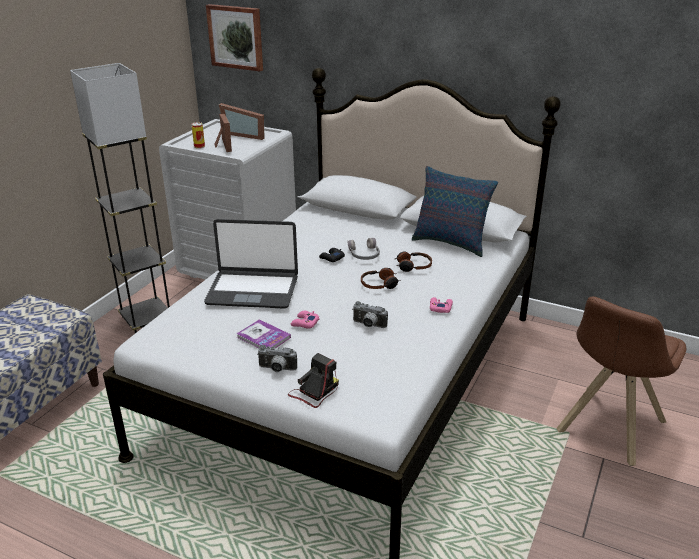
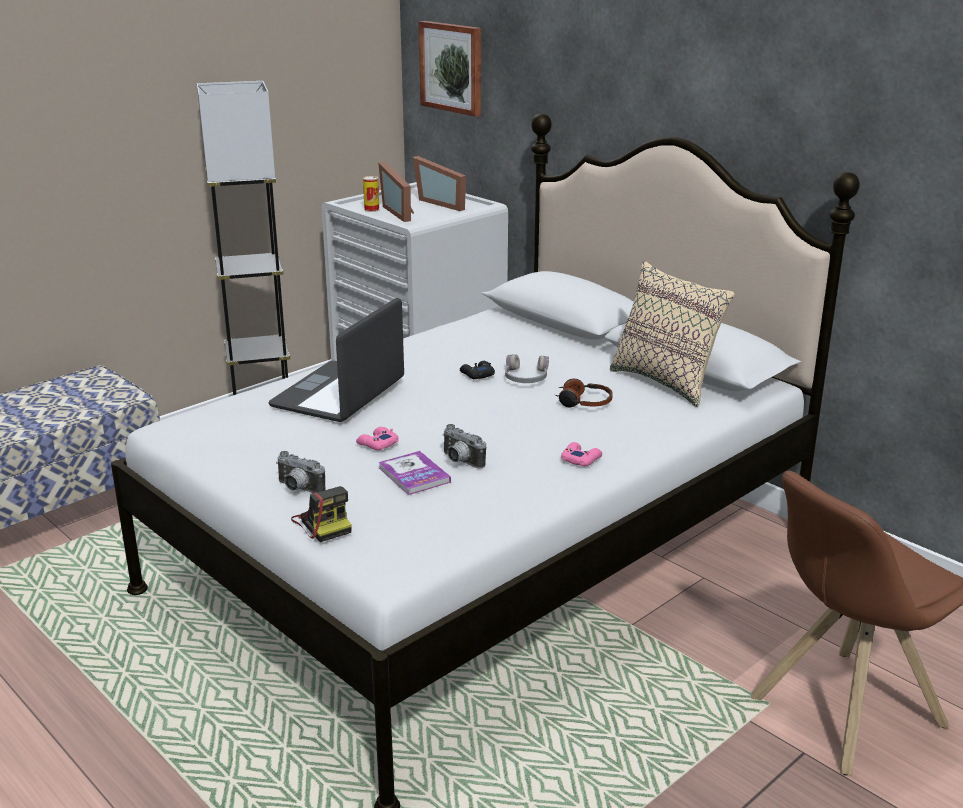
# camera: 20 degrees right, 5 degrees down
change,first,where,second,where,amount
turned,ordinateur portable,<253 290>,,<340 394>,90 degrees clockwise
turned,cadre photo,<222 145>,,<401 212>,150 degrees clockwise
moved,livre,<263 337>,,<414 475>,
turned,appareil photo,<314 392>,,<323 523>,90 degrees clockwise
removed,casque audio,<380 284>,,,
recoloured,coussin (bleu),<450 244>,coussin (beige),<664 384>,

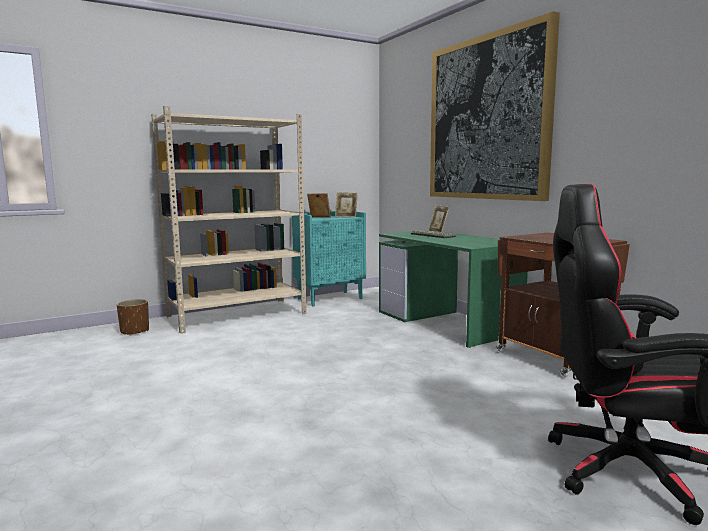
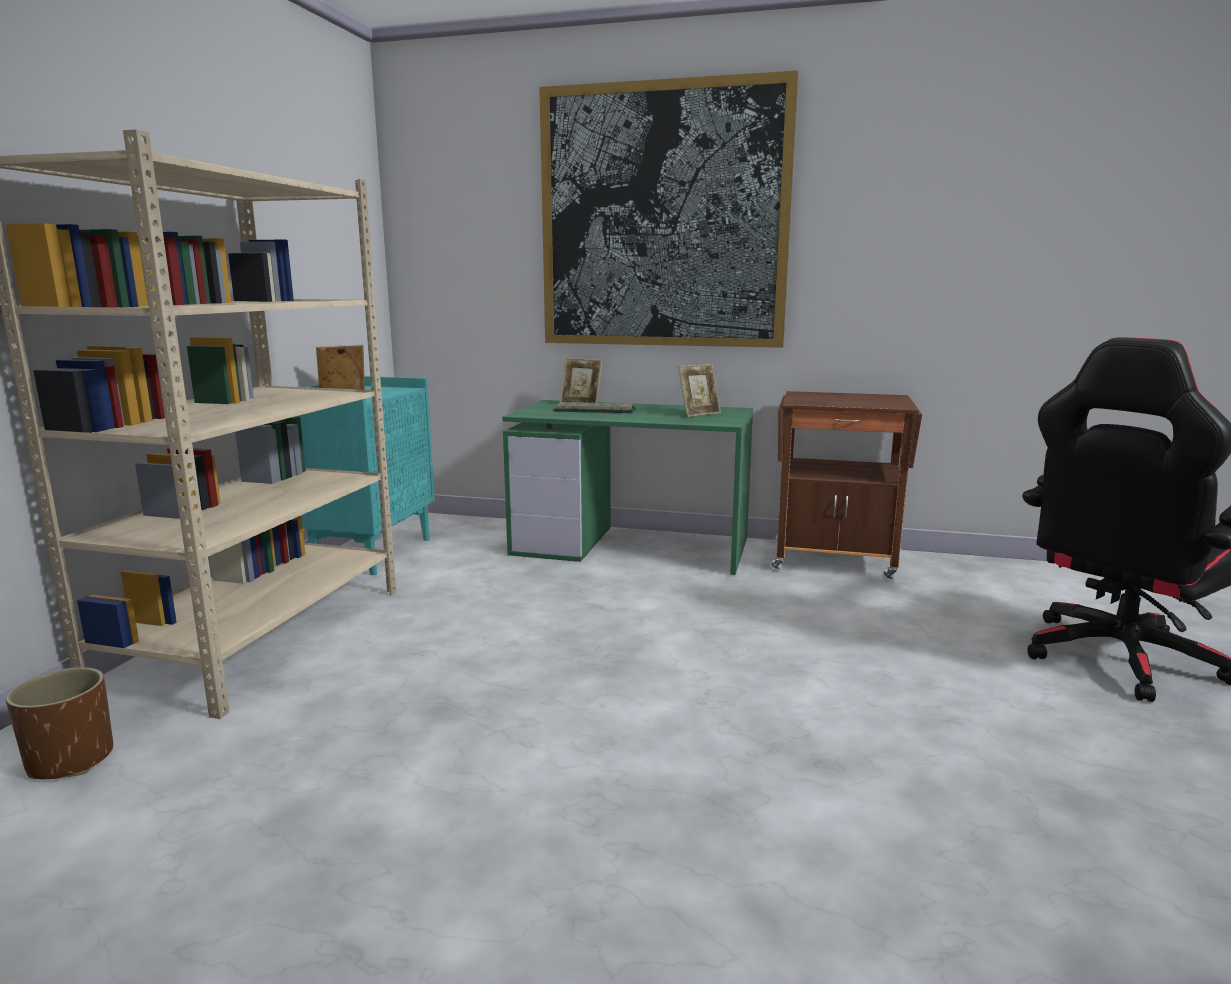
# camera: 45 degrees left, 5 degrees up
change,first,where,second,where,amount
moved,cadre photo,<346 217>,,<699 414>,

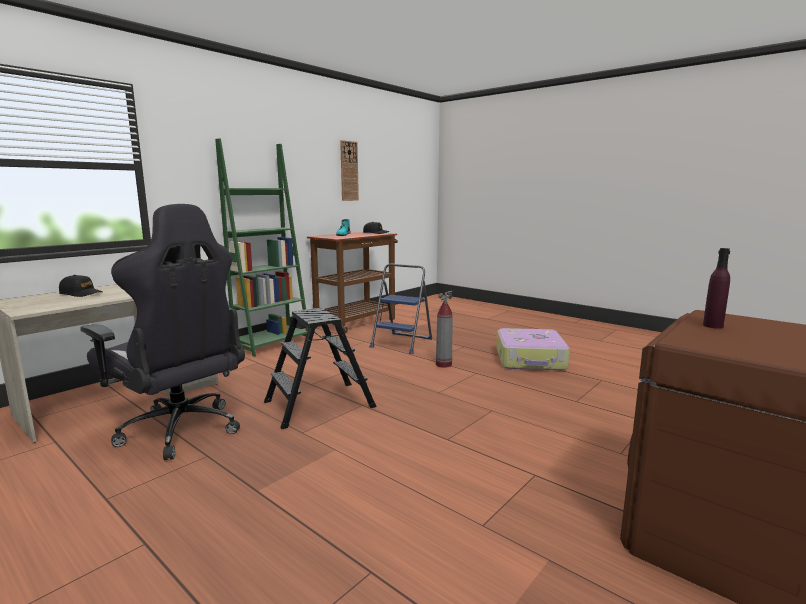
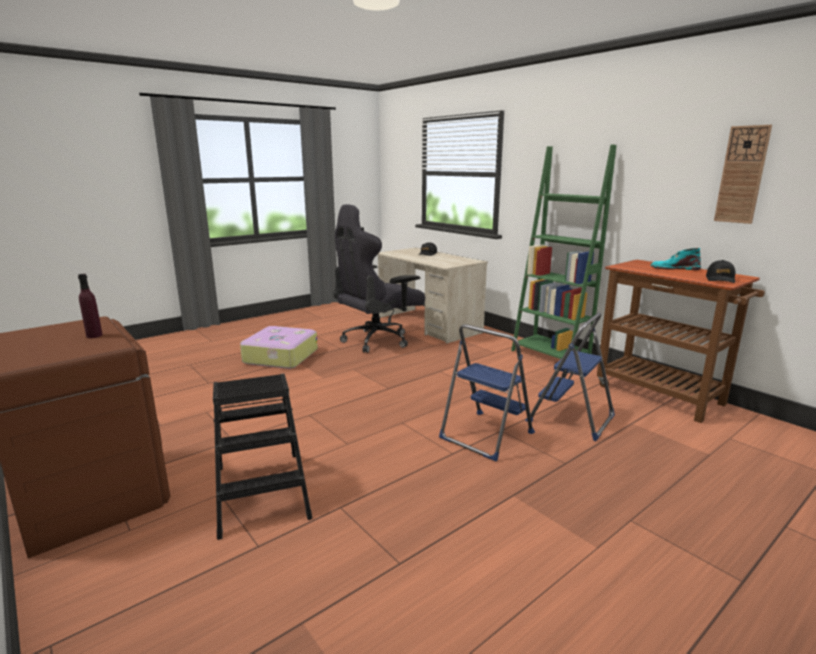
# camera: 100 degrees right, 5 degrees up
change,first,where,second,where,amount
moved,escabeau (noir),<319 404>,,<261 491>,
replaced,extincteur,<443 364>,escabeau (bleu),<484 436>,
moved,valise,<530 360>,,<280 356>,

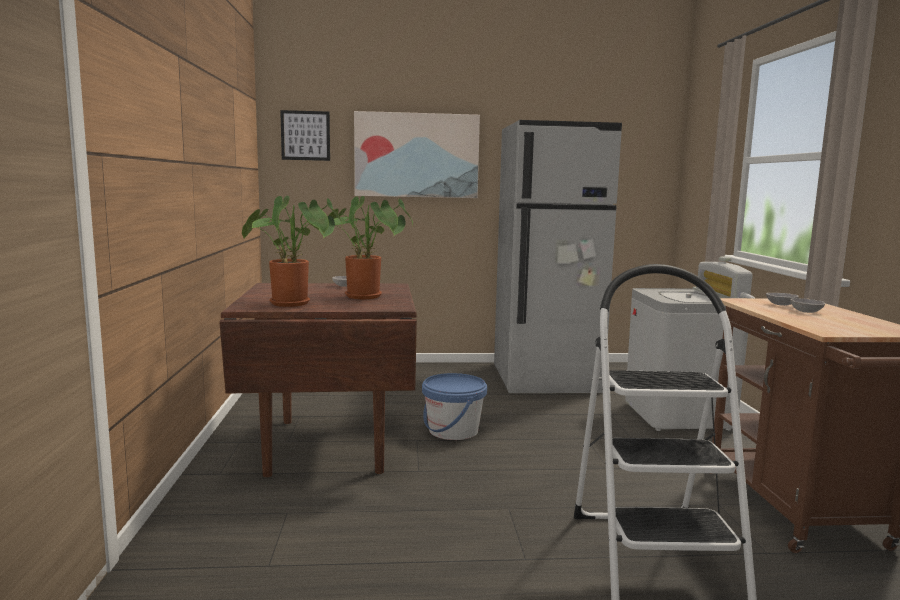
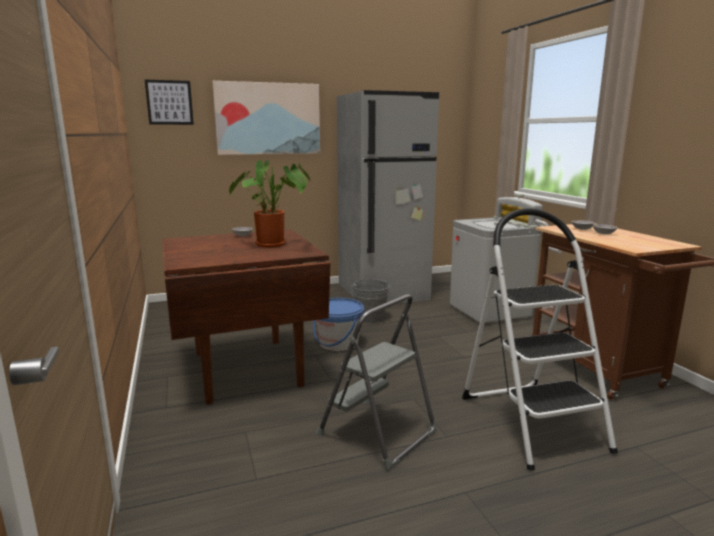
# camera: 15 degrees left, 5 degrees up
change,first,where,second,where,amount
removed,plante en pot,<295 303>,,,
added,,,escabeau (gris),<379 434>,
added,,,seau (gris),<370 317>,

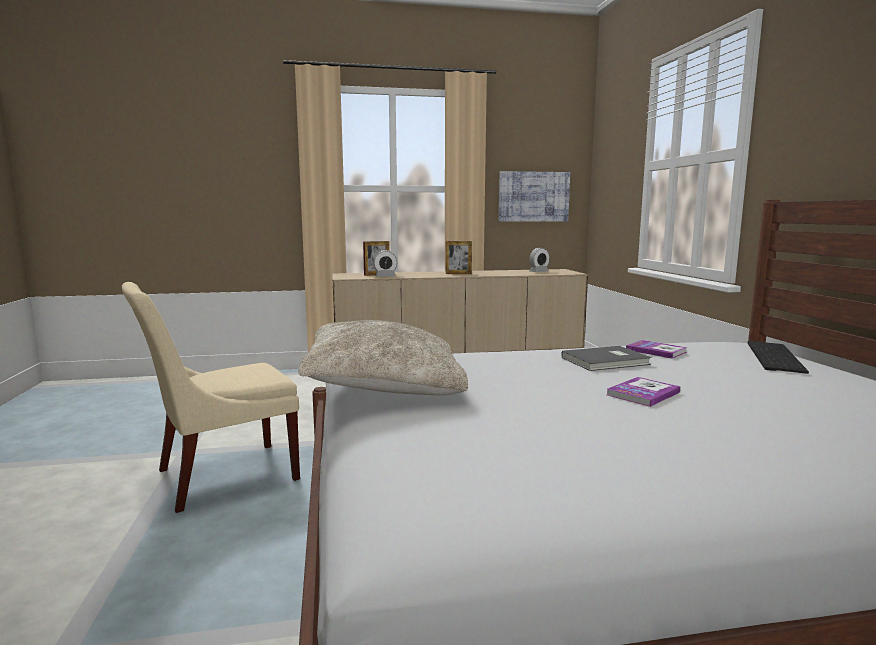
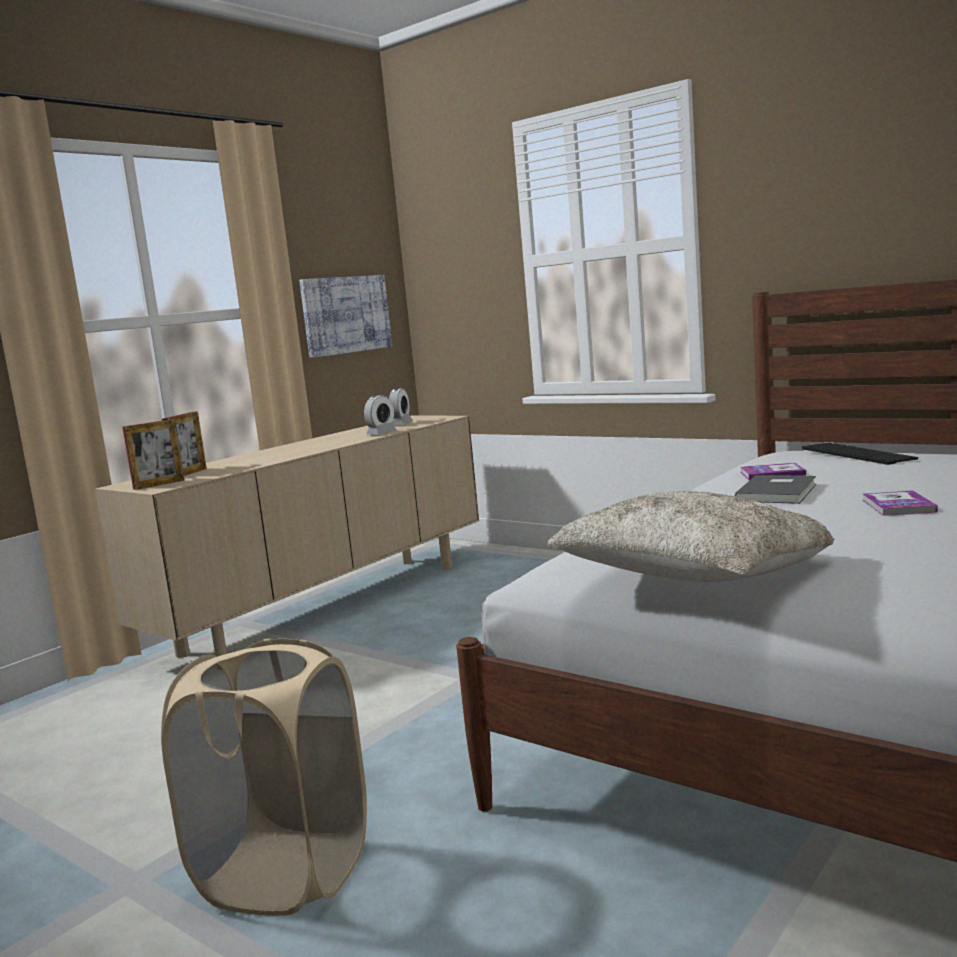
# camera: 40 degrees left, 0 degrees up
change,first,where,second,where,amount
replaced,chaise (beige),<220 476>,panier à linge (beige),<284 873>,
moved,réveil,<385 276>,,<381 433>,
moved,cadre photo,<458 274>,,<159 484>,

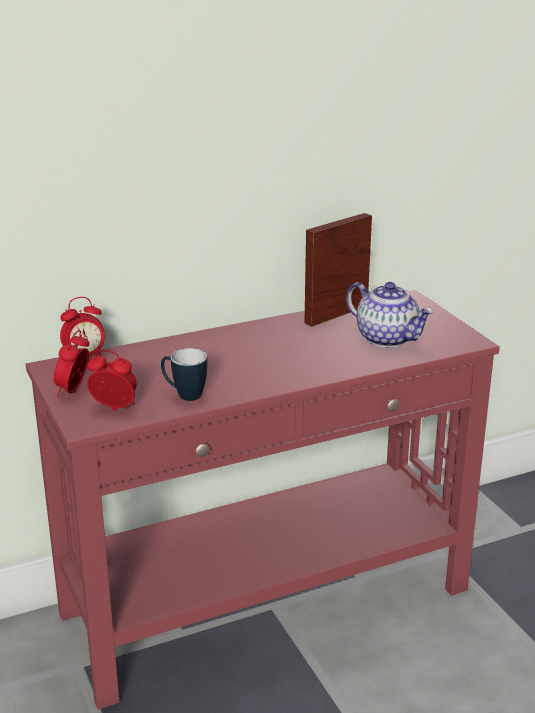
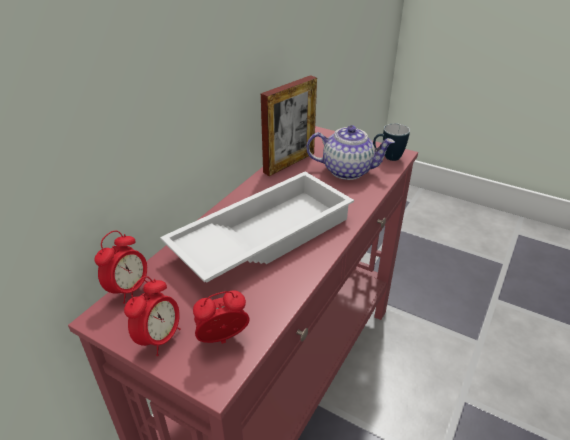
# camera: 35 degrees left, 10 degrees up
change,first,where,second,where,amount
turned,réveil,<74 391>,,<159 338>,135 degrees counterclockwise
moved,mug,<184 395>,,<387 158>,
turned,cadre photo,<336 314>,,<289 162>,150 degrees counterclockwise
added,,,plateau (blanc),<262 235>,

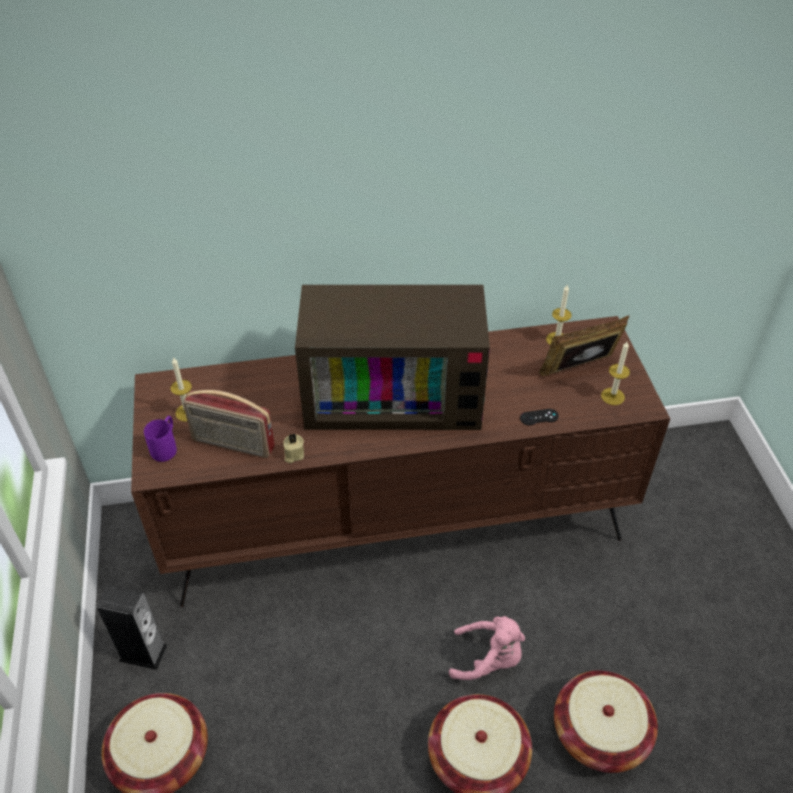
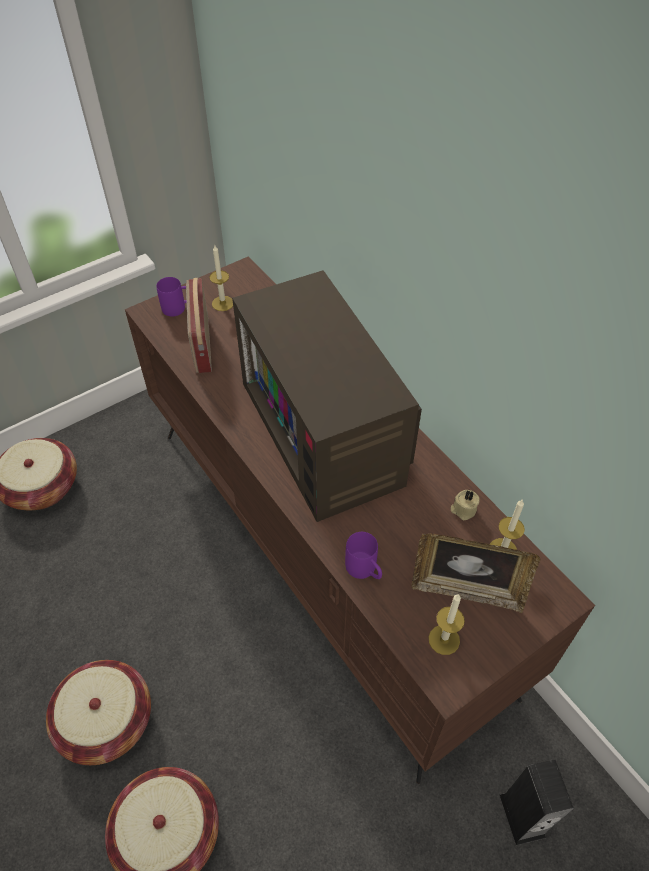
# camera: 65 degrees right, 5 degrees up
change,first,where,second,where,amount
moved,enceinte,<143 652>,,<522 815>,
moved,bougie (beige),<293 454>,,<463 510>,
removed,peluche (rose),<488 659>,,,
replaced,manette (noir),<539 417>,mug (violet),<365 571>,
turned,cadre photo,<579 370>,,<467 590>,150 degrees clockwise

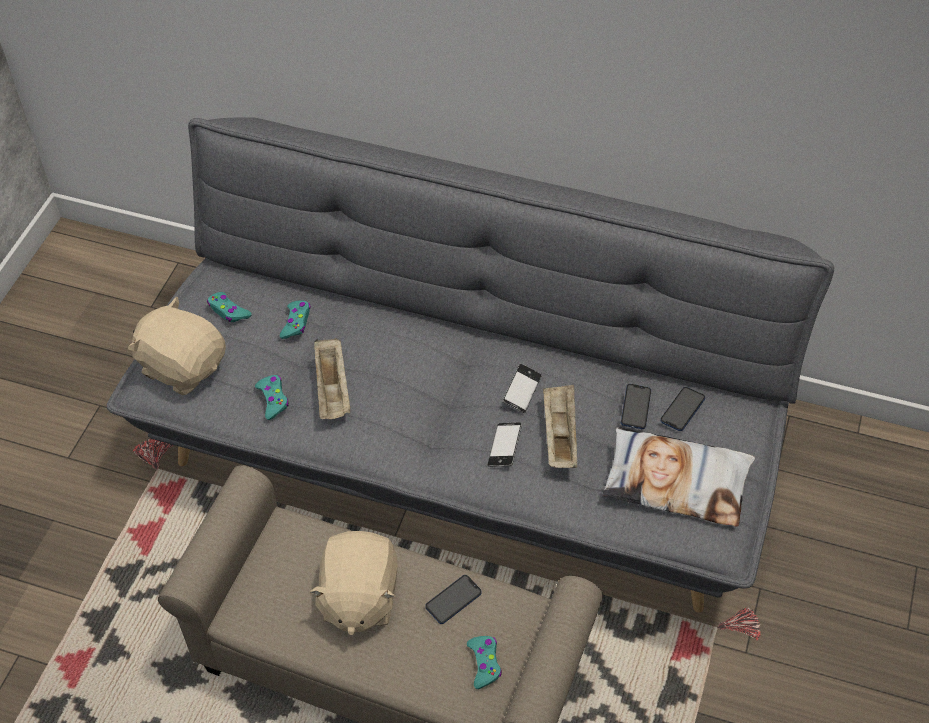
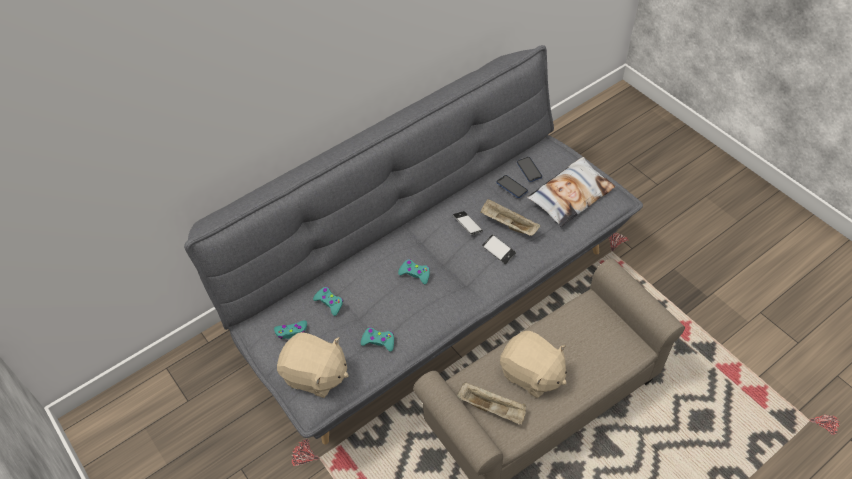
# camera: 55 degrees left, 0 degrees up
change,first,where,second,where,amount
turned,peluche (beige),<183 366>,,<315 375>,135 degrees counterclockwise
moved,plateau (beige),<333 390>,,<492 408>,
removed,téléphone,<453 600>,,,
moved,manette (turquoise),<484 663>,,<415 274>,

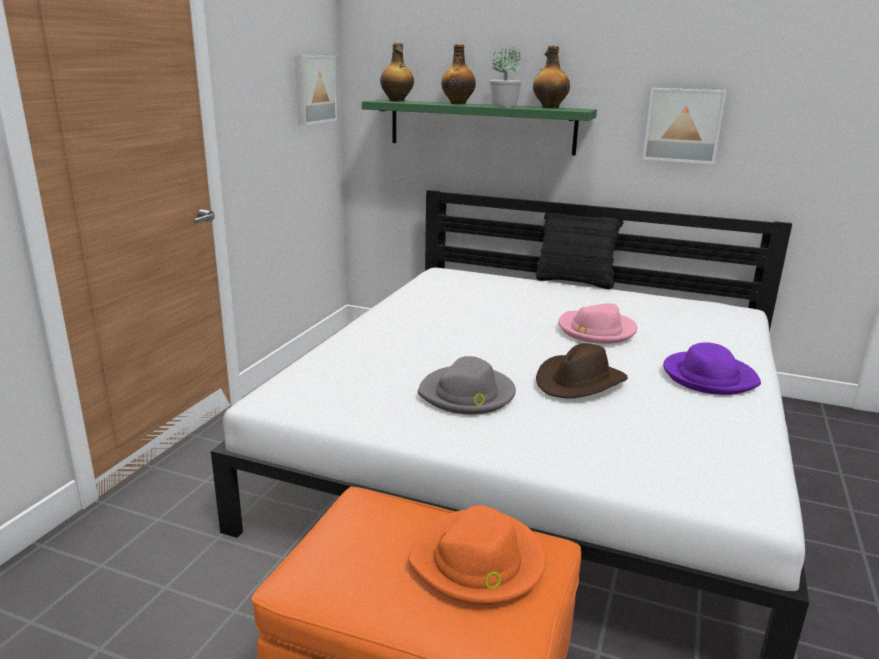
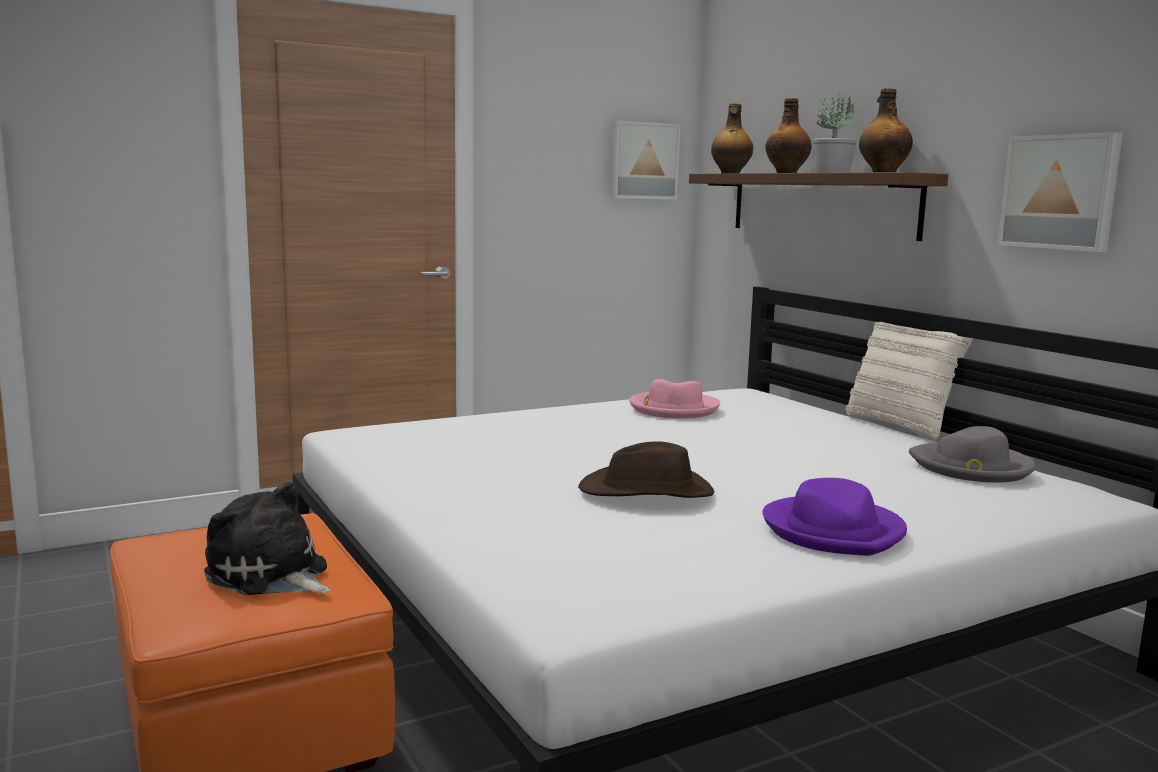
# camera: 40 degrees right, 10 degrees down
change,first,where,second,where,amount
recoloured,étagère (vert),<481 126>,étagère (marron),<820 204>,
replaced,chapeau (orange),<478 562>,peluche,<270 575>,
moved,chapeau (gris),<467 394>,,<971 467>,
recoloured,coussin (noir),<575 282>,coussin (beige),<902 427>,
moved,chapeau (rose),<596 330>,,<673 409>,

